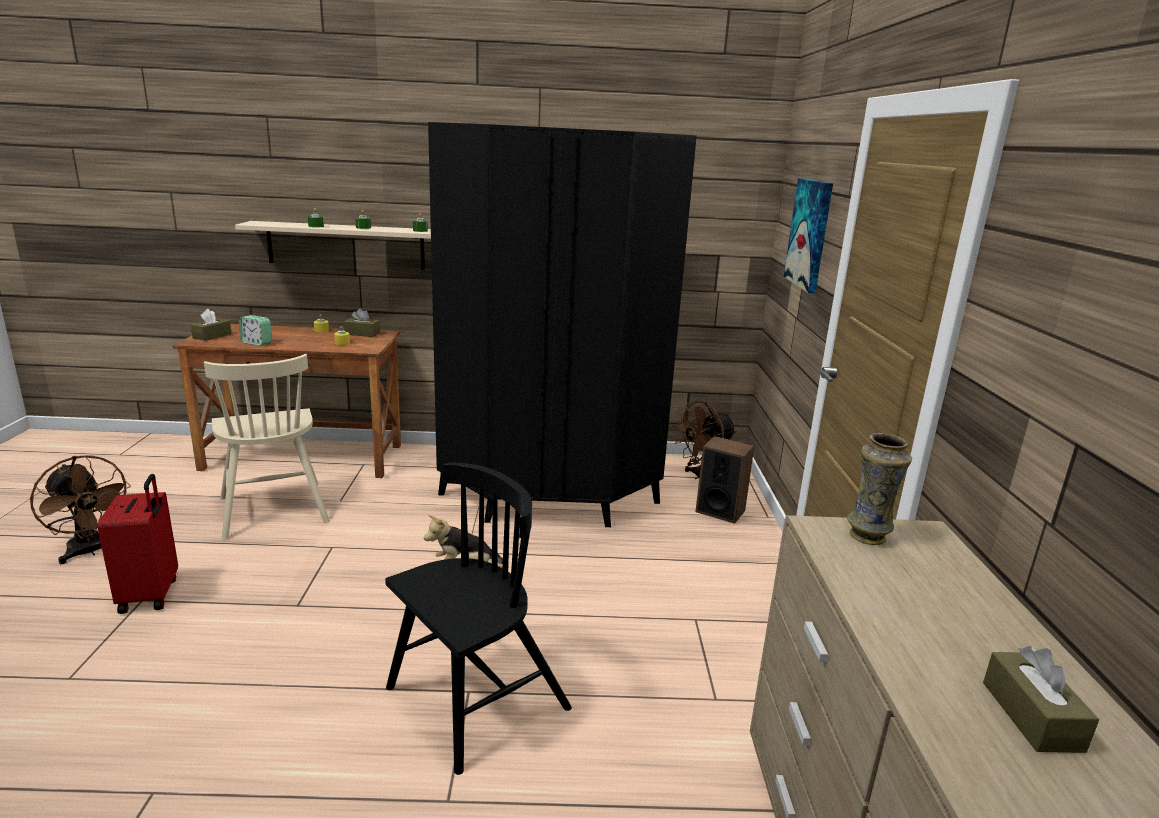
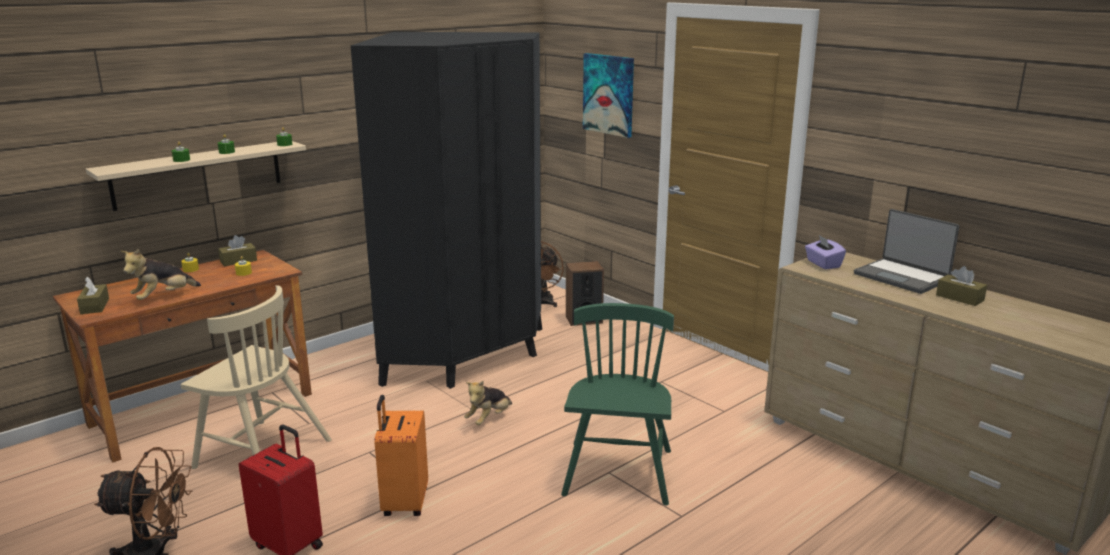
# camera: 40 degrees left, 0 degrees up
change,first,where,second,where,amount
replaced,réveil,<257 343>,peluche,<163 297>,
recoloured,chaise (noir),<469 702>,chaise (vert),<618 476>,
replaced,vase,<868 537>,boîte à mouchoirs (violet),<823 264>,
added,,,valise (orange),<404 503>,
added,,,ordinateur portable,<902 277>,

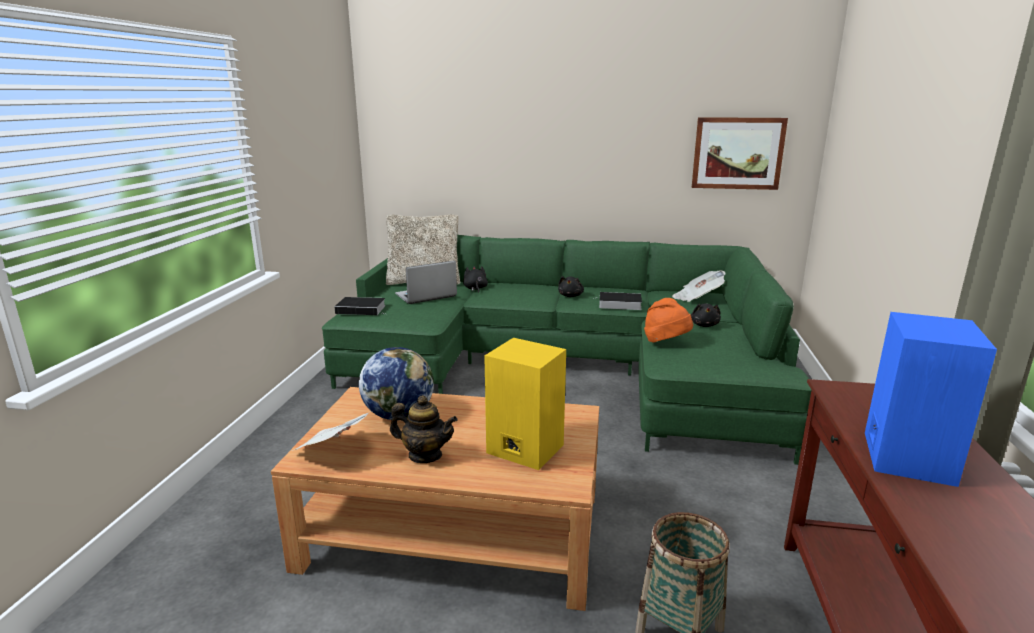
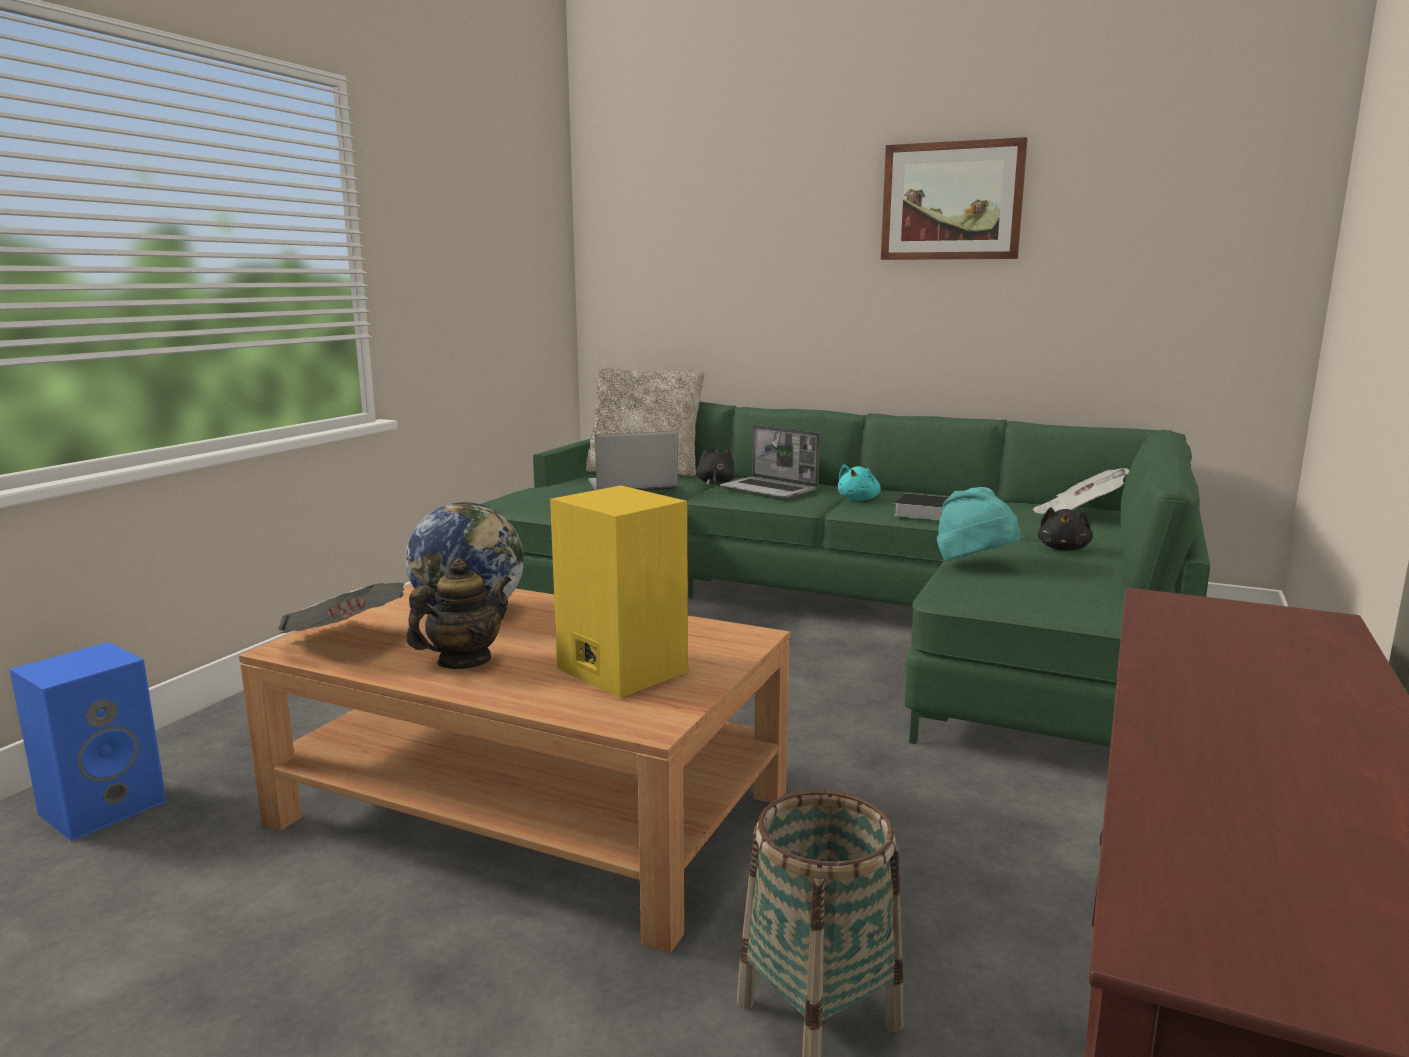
# camera: 15 degrees right, 5 degrees down
change,first,where,second,where,amount
removed,livre,<362 309>,,,
turned,théière,<425 455>,,<464 661>,75 degrees counterclockwise
recoloured,peluche (noir),<570 296>,peluche (turquoise),<859 499>,
recoloured,chapeau (orange),<666 343>,chapeau (turquoise),<975 565>,
moved,tableau,<737 153>,,<951 201>,
moved,enceinte (bleu),<905 456>,,<104 806>,
added,,,ordinateur portable,<770 490>,

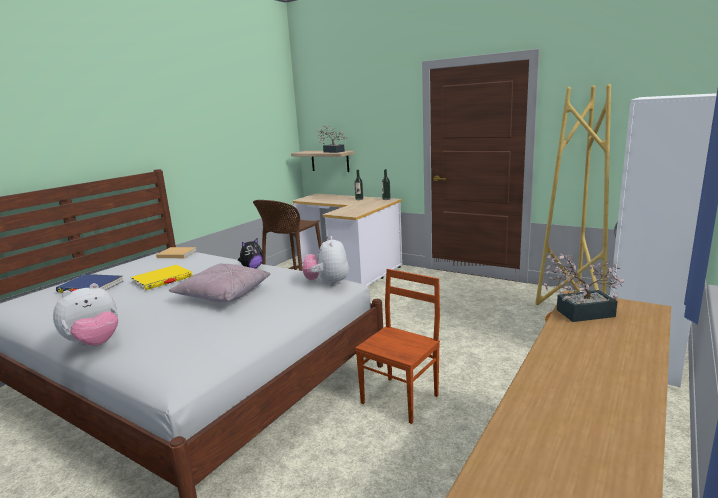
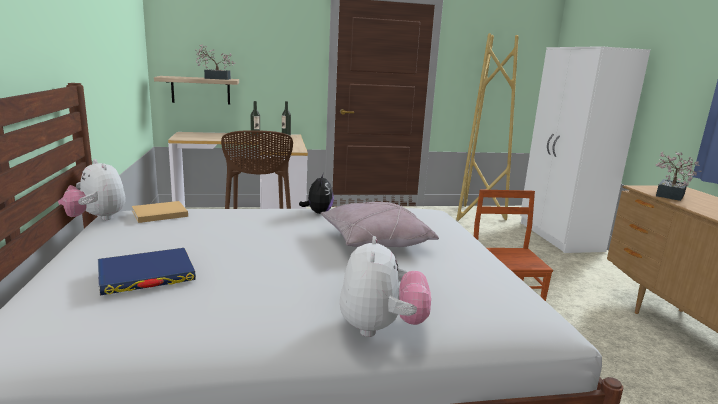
# camera: 45 degrees left, 0 degrees up
change,first,where,second,where,amount
removed,livre (jaune),<162 280>,,,
moved,peluche,<327 283>,,<96 219>,

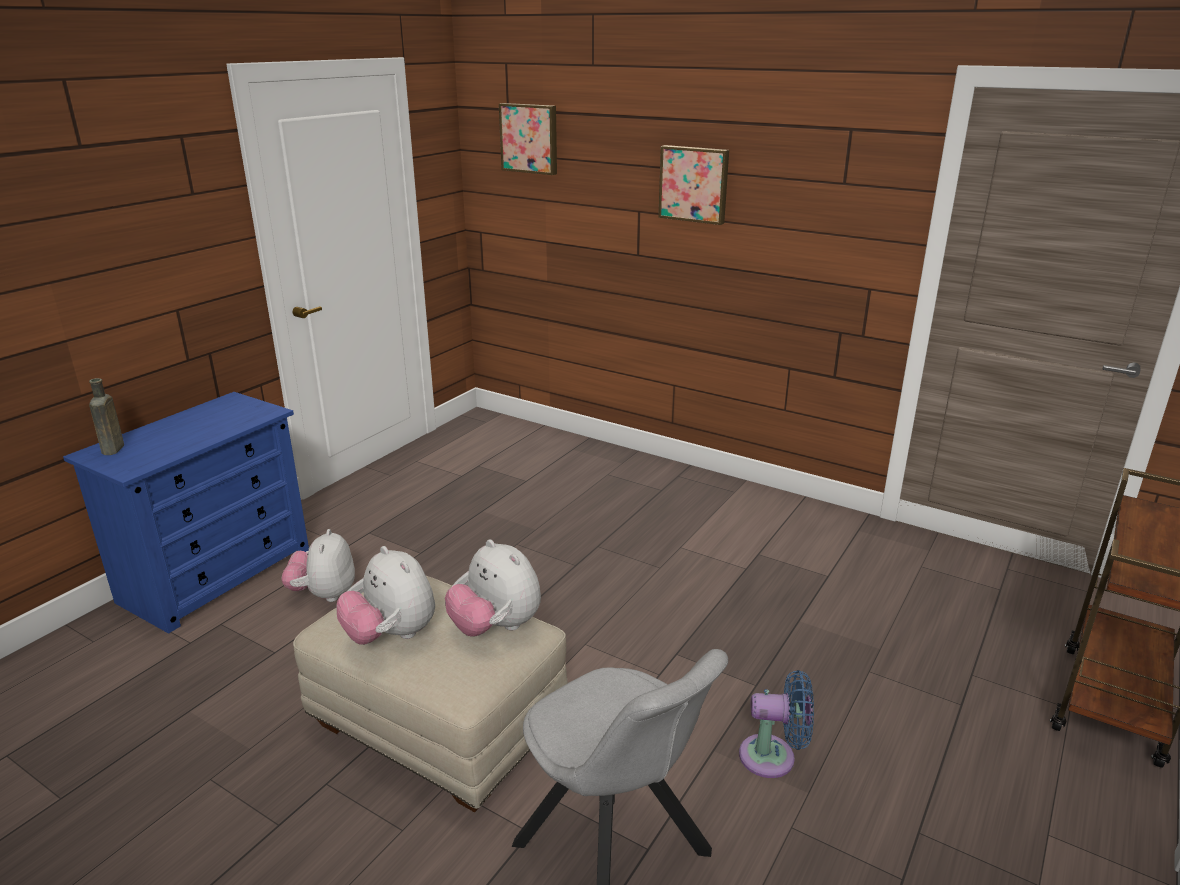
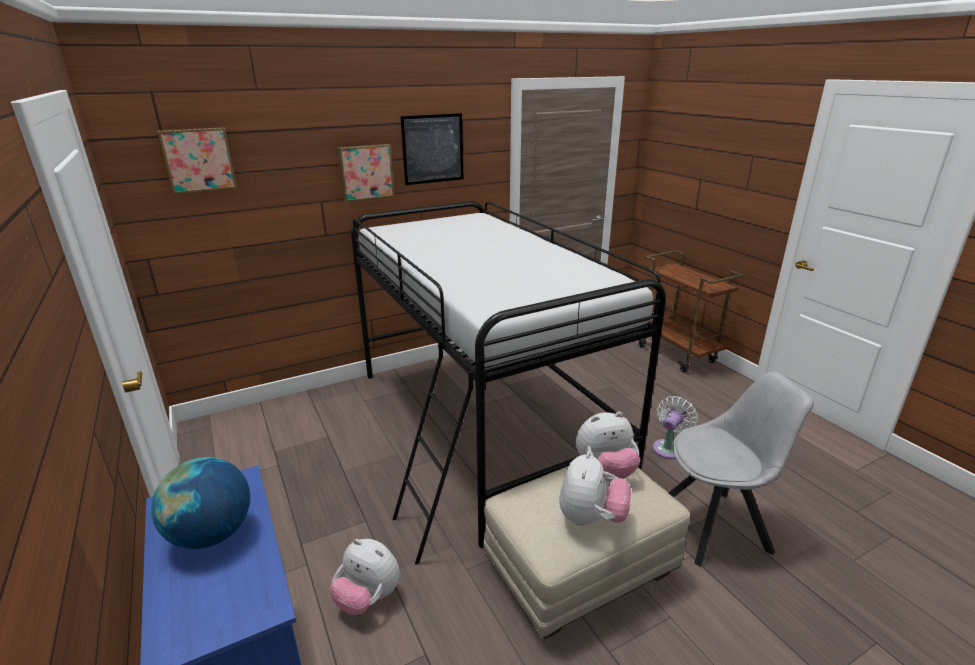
# camera: 60 degrees left, 0 degrees up
change,first,where,second,where,amount
removed,bouteille (marron),<112 450>,,,
turned,peluche,<391 635>,,<591 518>,60 degrees counterclockwise
recoloured,ventilateur (bleu),<773 757>,ventilateur (blanc),<669 447>,
added,,,globe,<212 534>,
added,,,lit (noir),<482 424>,
added,,,tableau,<433 149>,

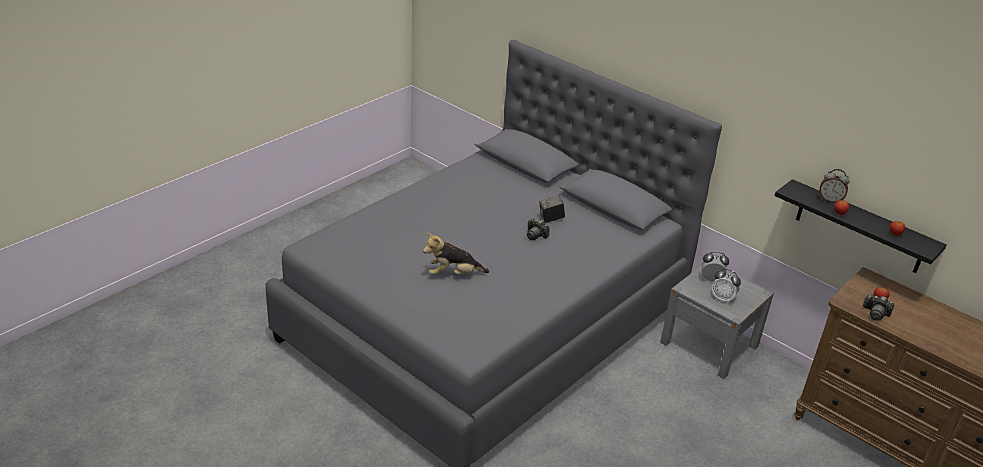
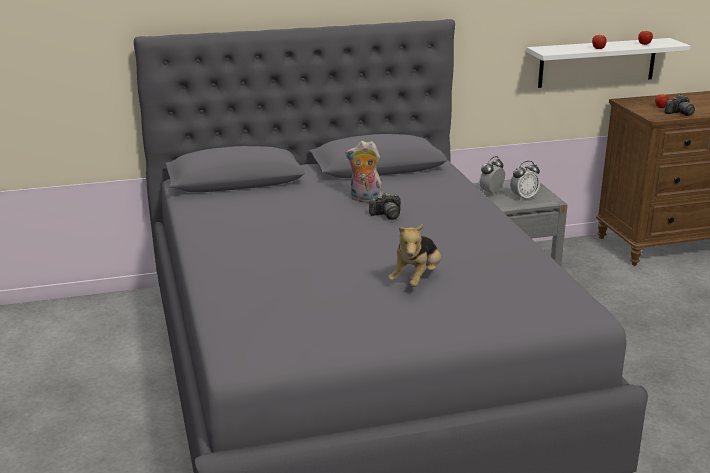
# camera: 55 degrees left, 10 degrees down
change,first,where,second,where,amount
replaced,appareil photo,<551 219>,peluche,<364 199>,
recoloured,étagère (noir),<860 227>,étagère (blanc),<597 62>,
removed,réveil,<830 200>,,,

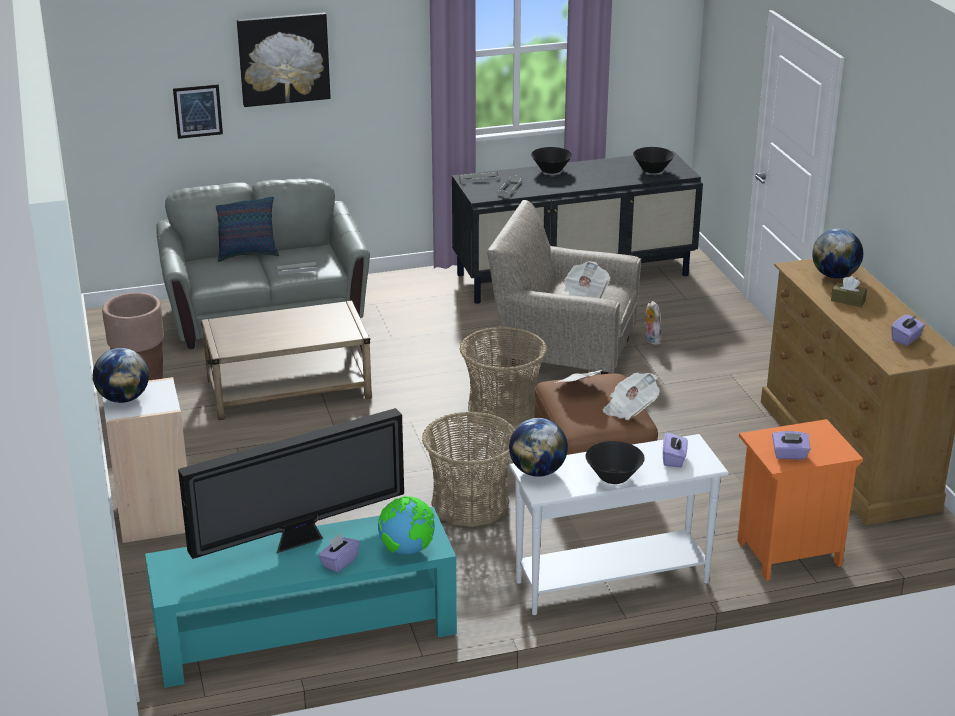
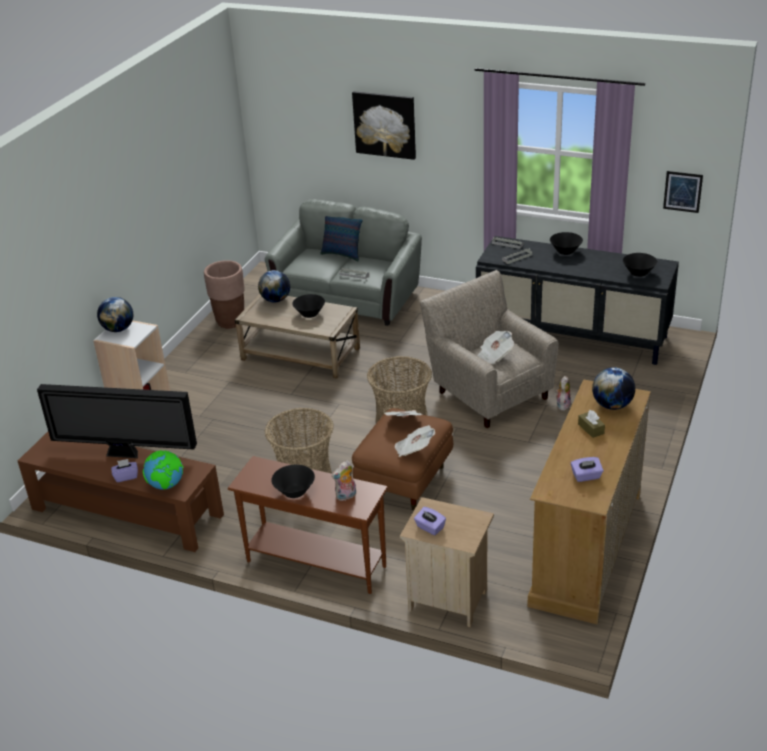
# camera: 40 degrees right, 5 degrees up
change,first,where,second,where,amount
recoloured,meuble télé (turquoise),<305 632>,meuble télé (marron),<127 511>,
moved,tableau,<198 111>,,<682 191>,
moved,globe,<537 471>,,<276 300>,
recoloured,table console (blanc),<611 584>,table console (marron),<314 565>,
replaced,boîte à mouchoirs (violet),<674 459>,peluche,<346 496>,
recoloured,table de chevet (orange),<786 551>,table de chevet (beige),<448 598>,
added,,,bol (noir),<309 314>,

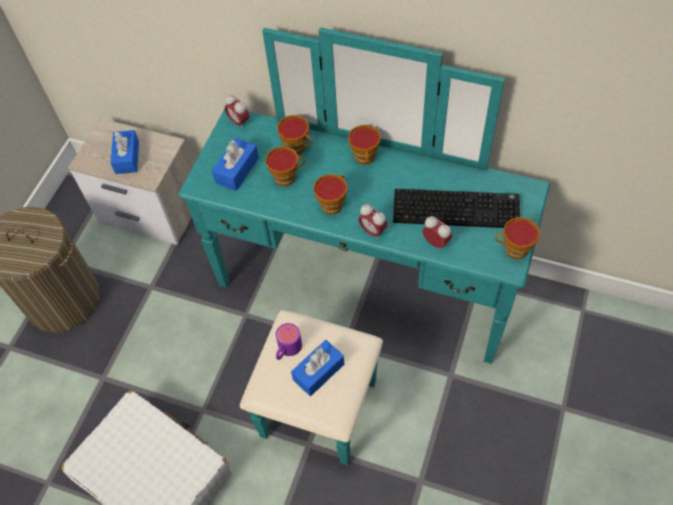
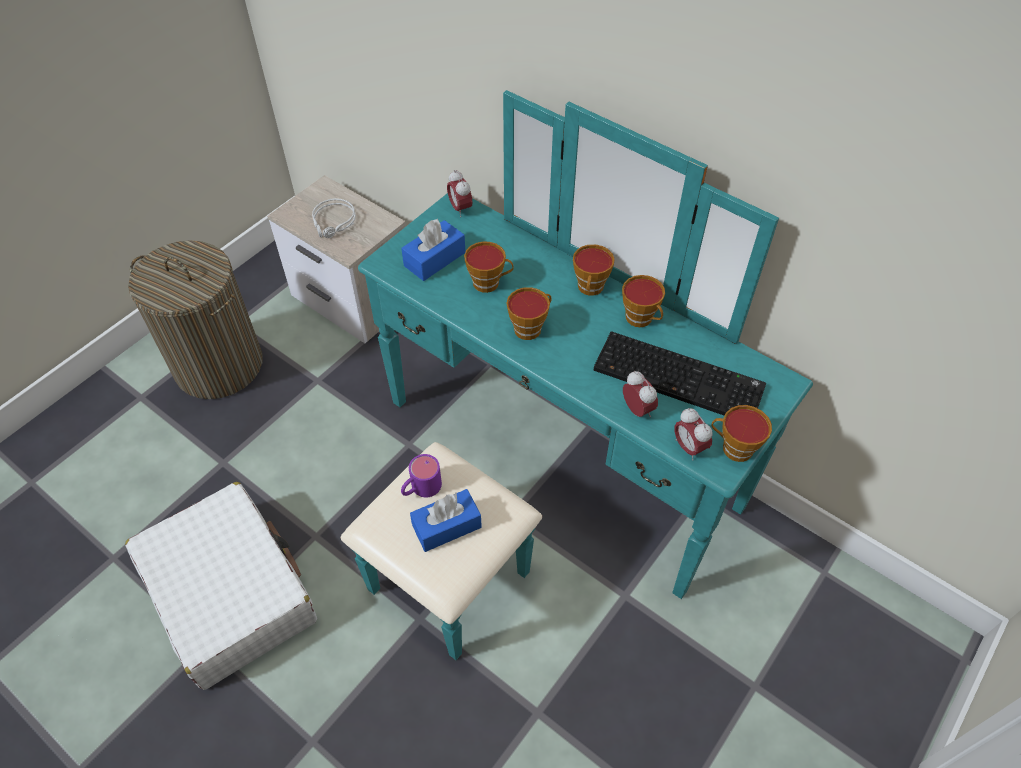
# camera: 15 degrees right, 5 degrees down
change,first,where,second,where,amount
replaced,boîte à mouchoirs (bleu),<127 157>,casque audio (gris),<334 223>,
moved,tasse,<298 147>,,<641 319>,
moved,réveil,<372 231>,,<689 447>,

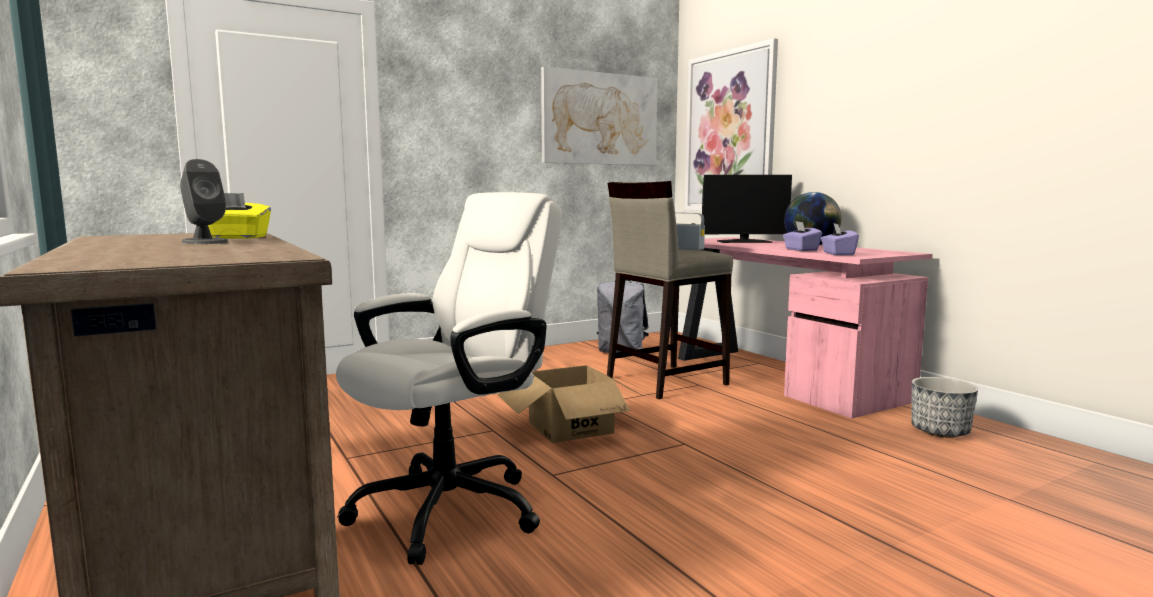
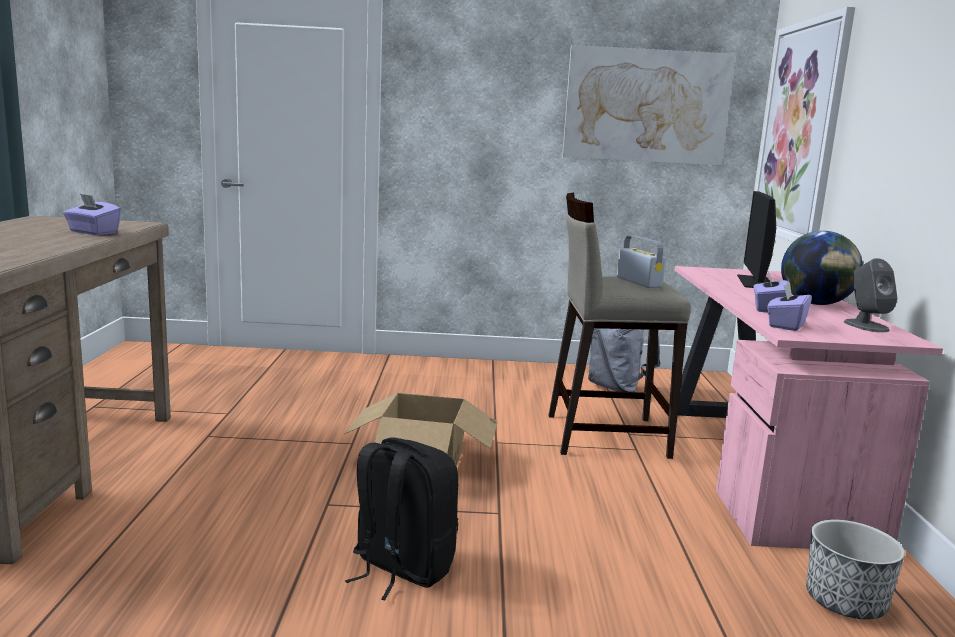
# camera: 30 degrees right, 5 degrees up
change,first,where,second,where,amount
moved,enceinte (gris),<205 242>,,<865 326>,
recoloured,boîte à mouchoirs (jaune),<237 237>,boîte à mouchoirs (violet),<93 232>,
removed,chaise de bureau (blanc),<455 508>,,,
turned,écran d'ordinateur,<744 241>,,<755 282>,75 degrees clockwise
added,,,sac à dos (noir),<400 569>,

